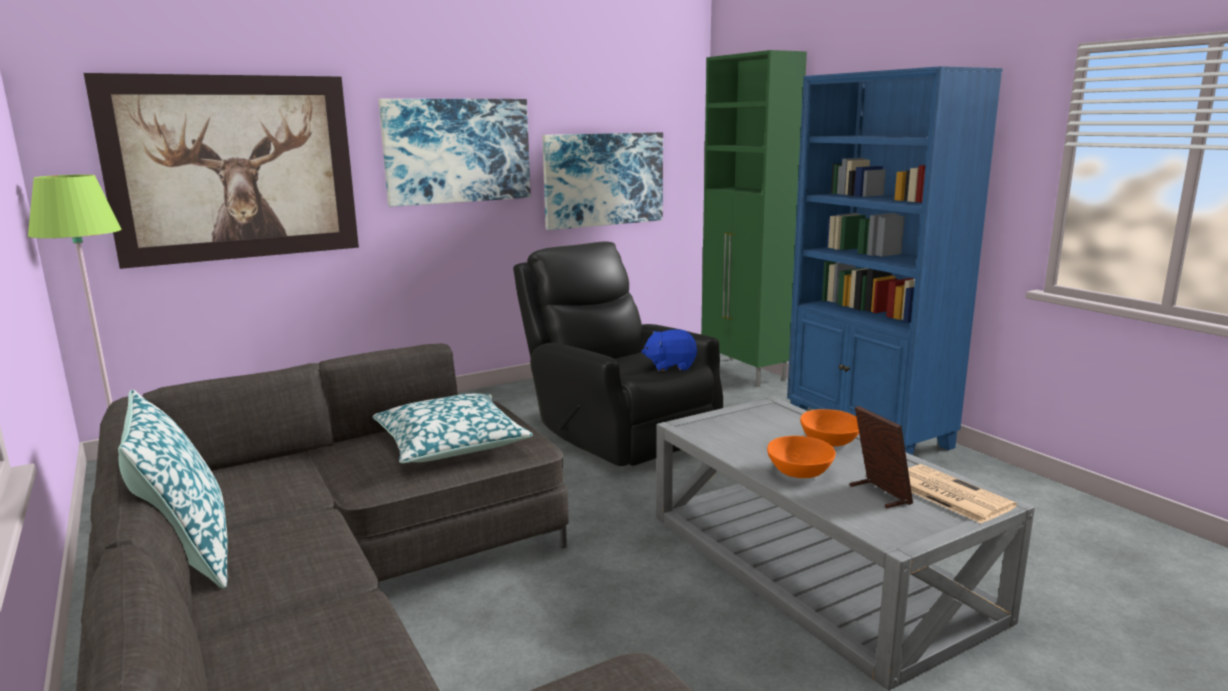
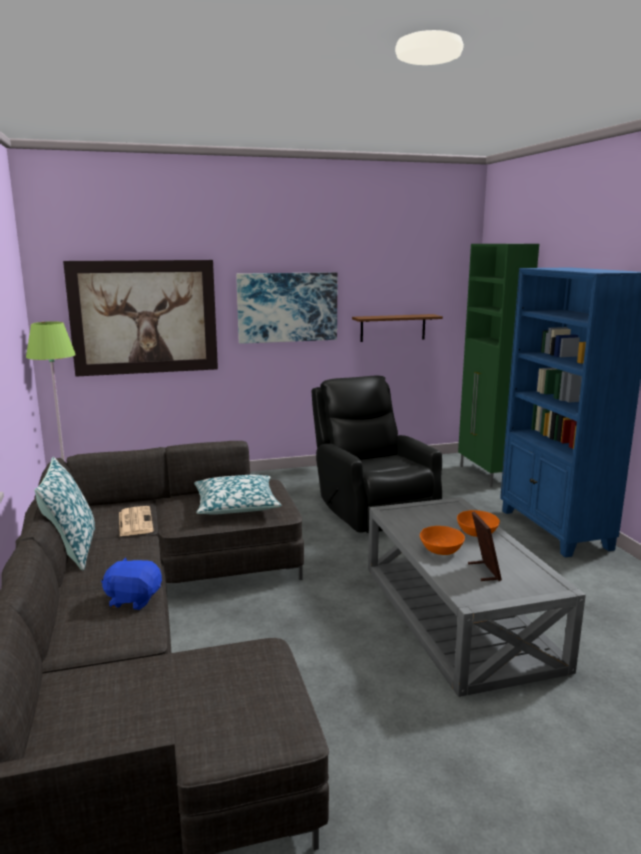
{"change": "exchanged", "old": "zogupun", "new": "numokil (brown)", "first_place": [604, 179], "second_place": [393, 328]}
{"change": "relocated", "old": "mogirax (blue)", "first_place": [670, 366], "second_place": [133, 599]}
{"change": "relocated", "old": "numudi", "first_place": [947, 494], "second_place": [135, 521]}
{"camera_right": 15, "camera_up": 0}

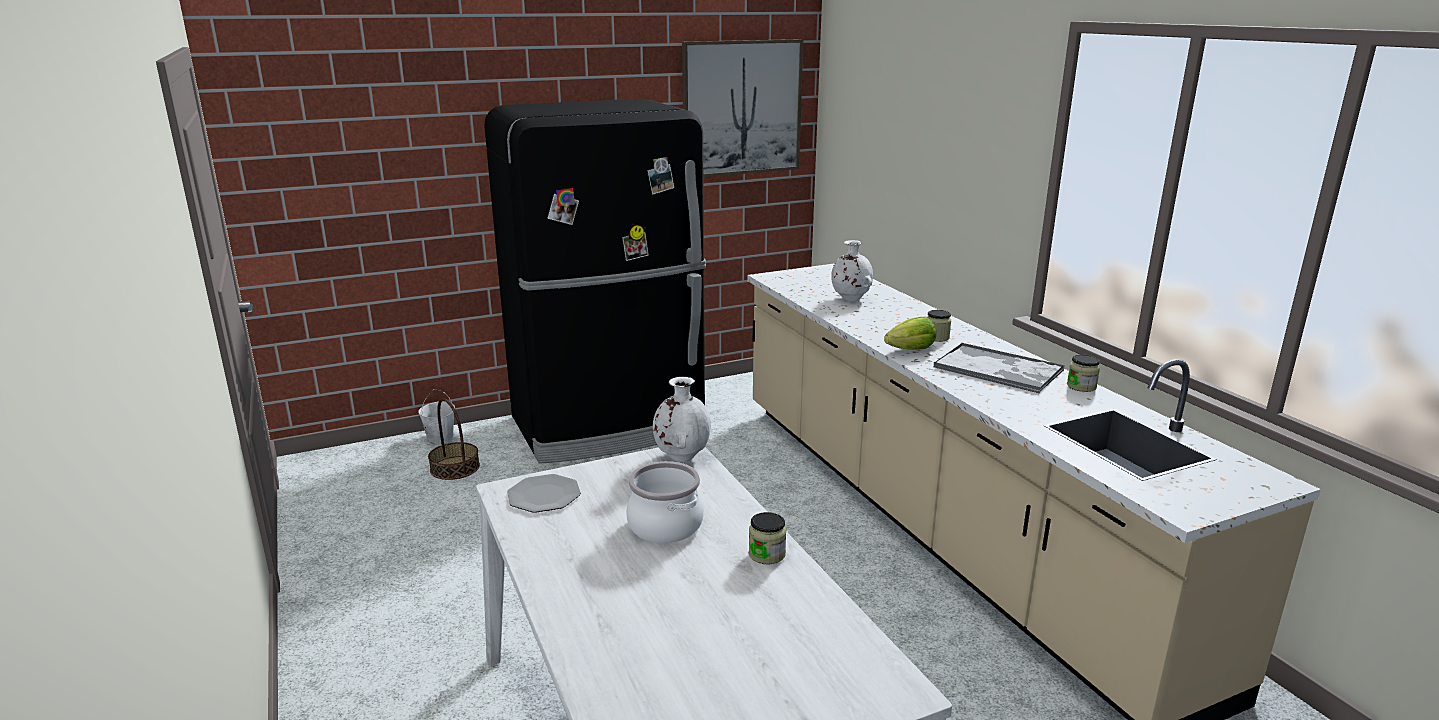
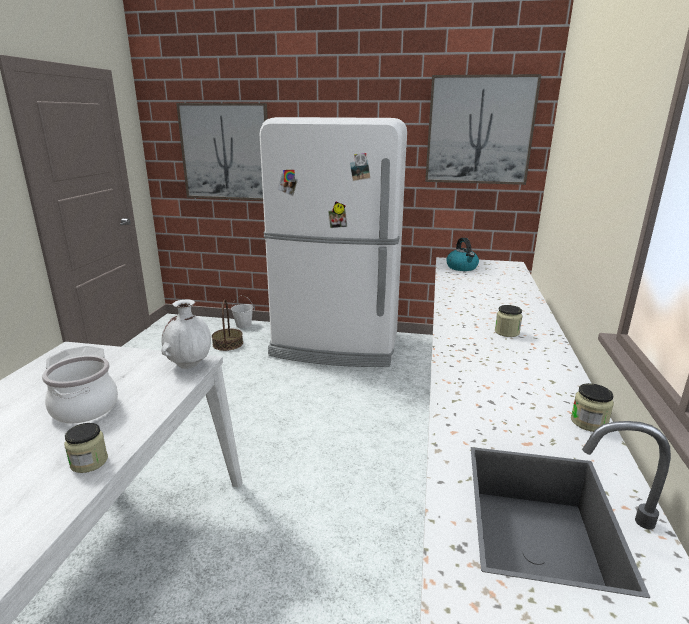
{"change": "colour", "old": "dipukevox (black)", "new": "dipukevox (white)", "first_place": [610, 425], "second_place": [336, 345]}
{"change": "missing", "old": "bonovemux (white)", "first_place": [850, 299]}
{"change": "missing", "old": "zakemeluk", "first_place": [911, 350]}
{"change": "missing", "old": "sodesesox", "first_place": [999, 369]}
{"change": "appeared", "new": "zogupun", "second_place": [225, 152]}
{"change": "appeared", "new": "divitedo", "second_place": [462, 267]}
{"camera_right": 35, "camera_up": 0}

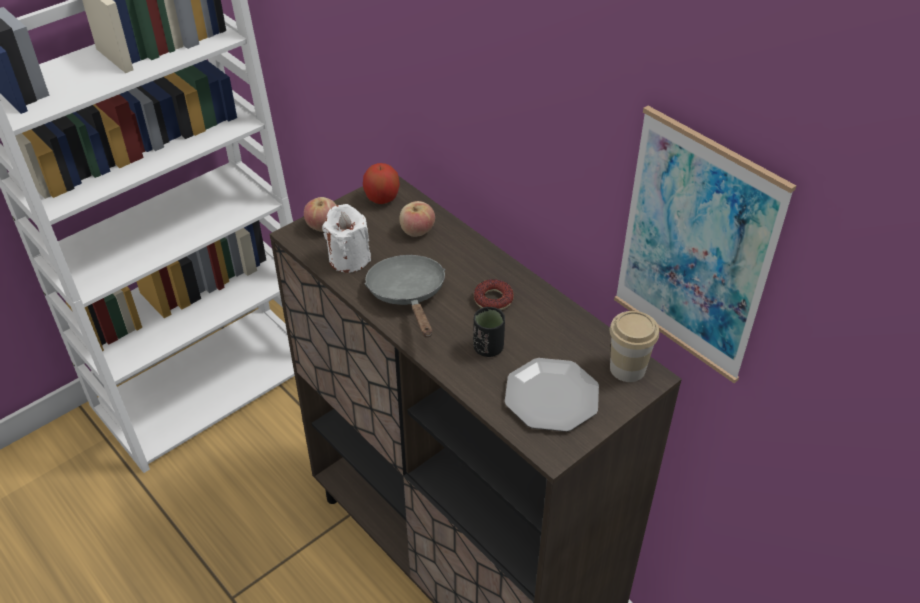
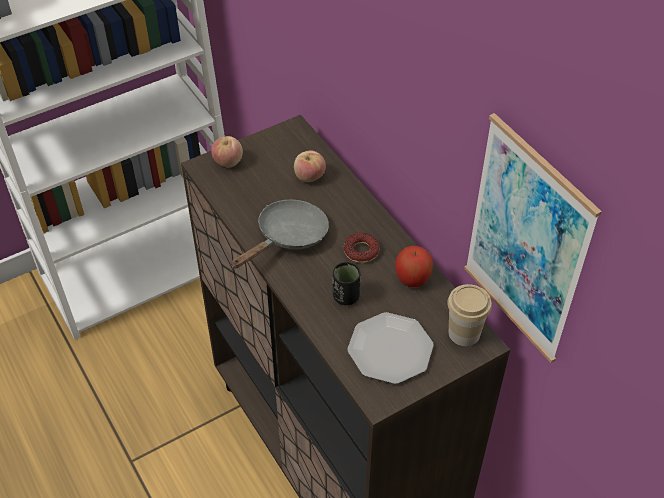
{"change": "missing", "old": "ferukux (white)", "first_place": [349, 259]}
{"change": "relocated", "old": "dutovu", "first_place": [382, 198], "second_place": [412, 278]}
{"change": "spun", "old": "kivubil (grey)", "first_place": [408, 295], "second_place": [288, 237], "degrees": 45}
{"camera_right": 10, "camera_up": 5}

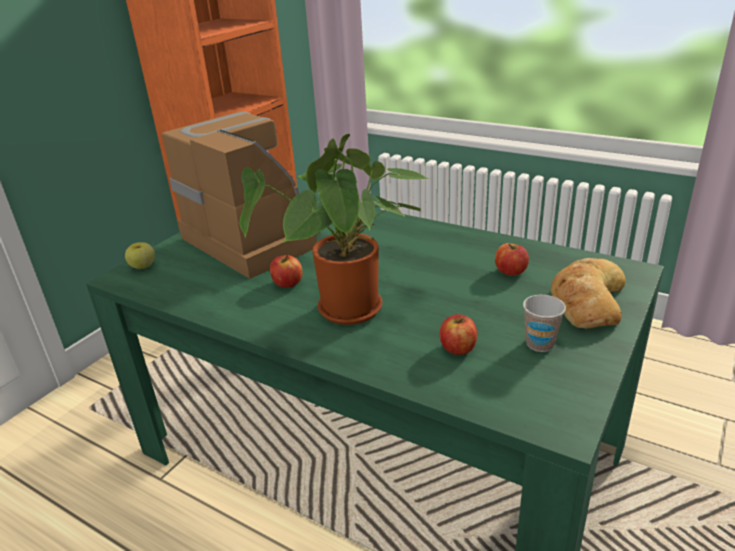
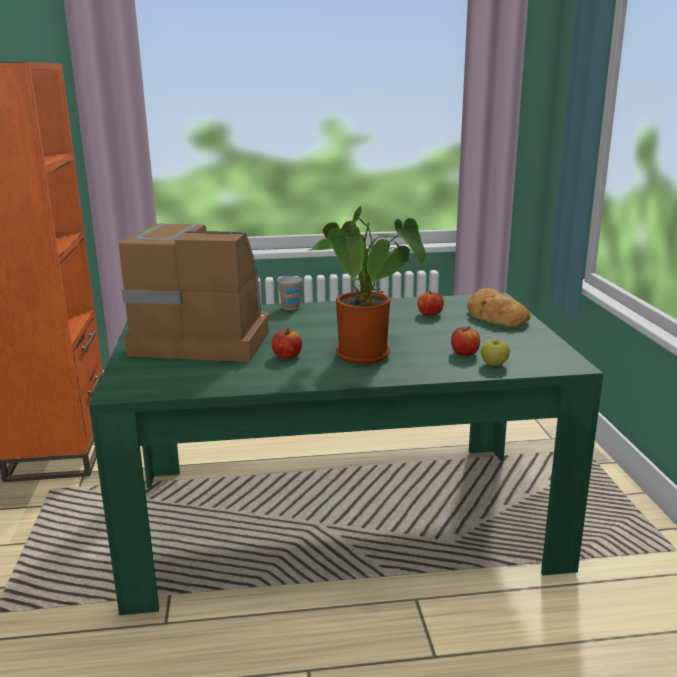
{"change": "relocated", "old": "dutovu", "first_place": [143, 266], "second_place": [494, 364]}
{"change": "relocated", "old": "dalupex", "first_place": [540, 344], "second_place": [290, 307]}
{"camera_right": -40, "camera_up": -10}

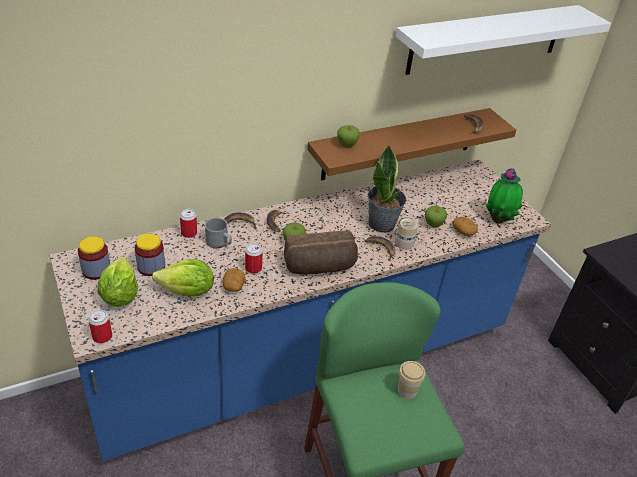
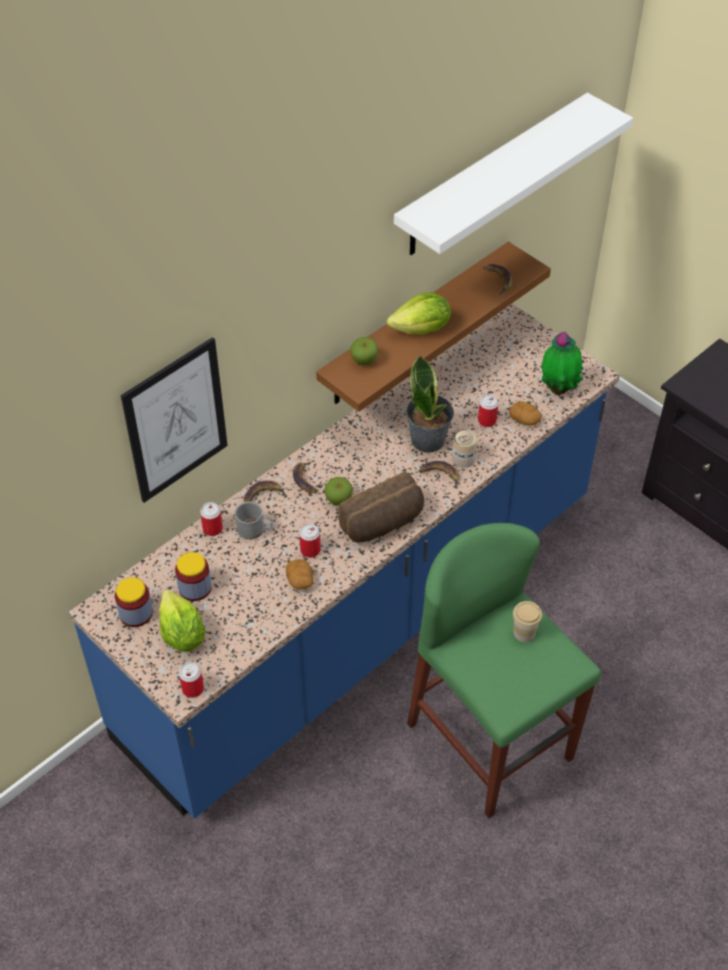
{"change": "relocated", "old": "zakemeluk", "first_place": [187, 292], "second_place": [422, 330]}
{"change": "exchanged", "old": "dutovu", "new": "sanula", "first_place": [433, 224], "second_place": [487, 421]}
{"change": "appeared", "new": "zogupun", "second_place": [176, 421]}
{"camera_right": -15, "camera_up": 10}

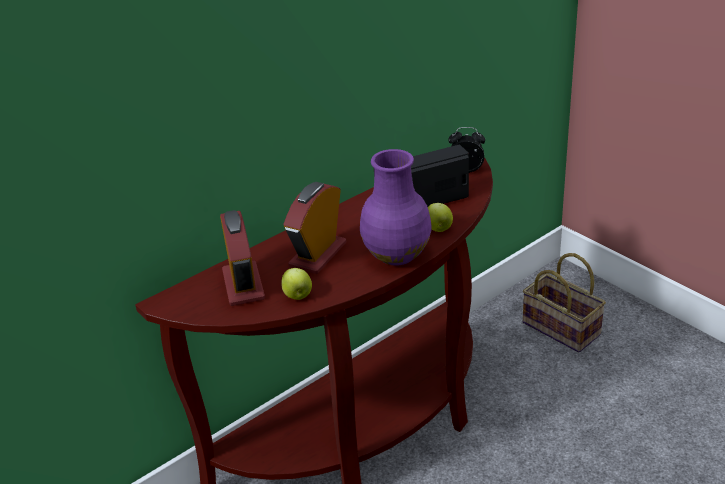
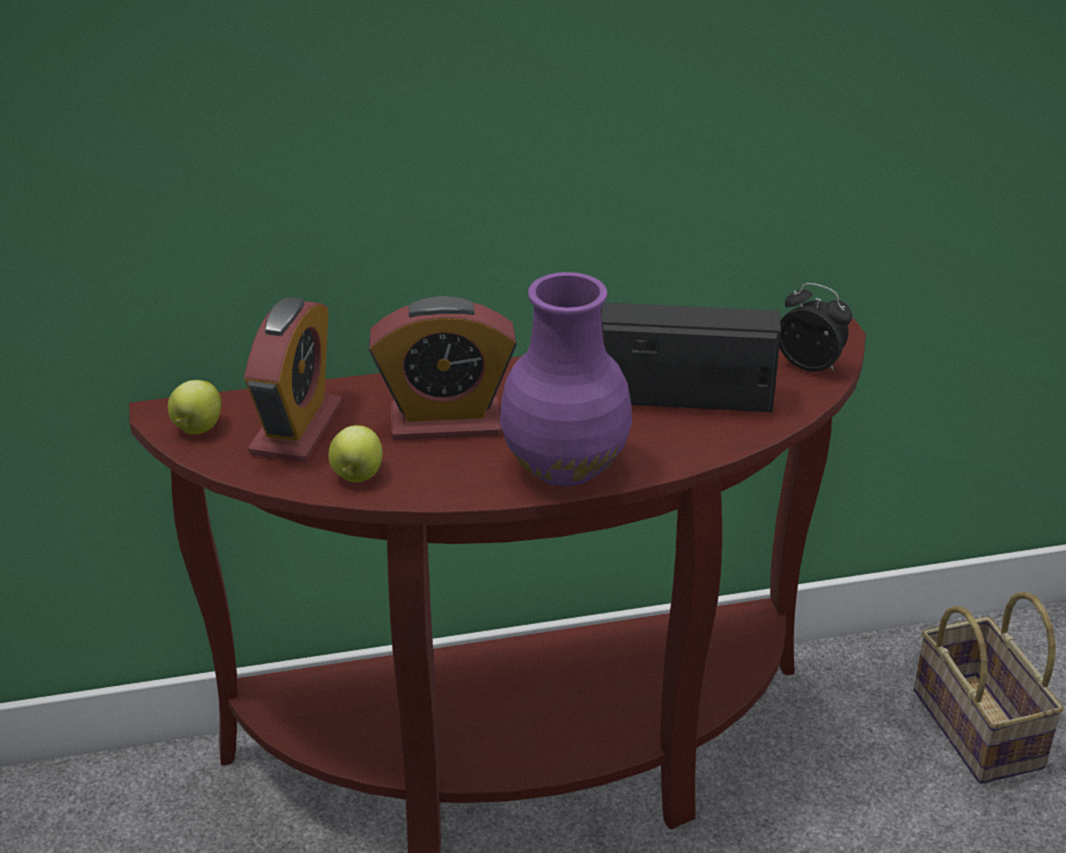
{"change": "spun", "old": "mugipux", "first_place": [318, 254], "second_place": [445, 422], "degrees": -150}
{"change": "relocated", "old": "dutovu", "first_place": [439, 229], "second_place": [197, 428]}
{"camera_right": 25, "camera_up": 0}

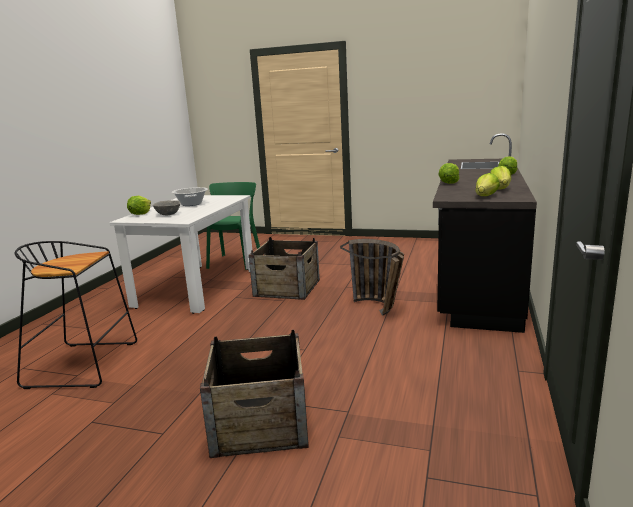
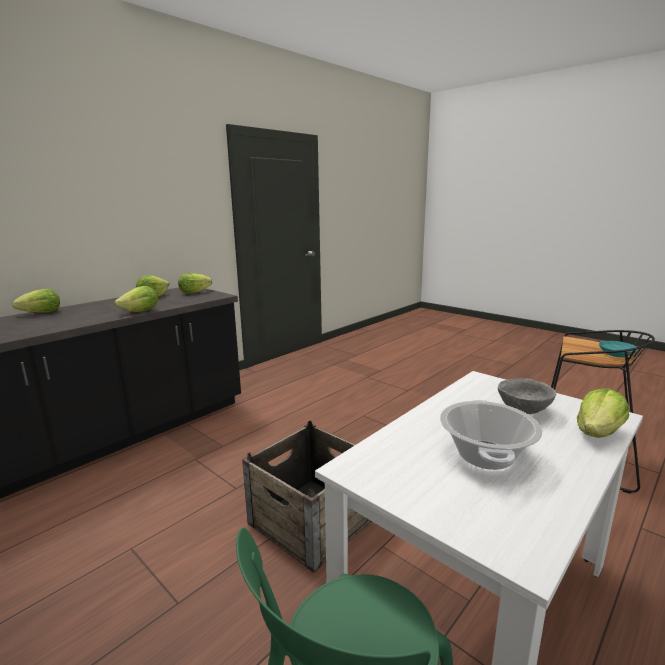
{"change": "missing", "old": "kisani", "first_place": [259, 422]}
{"change": "missing", "old": "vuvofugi", "first_place": [380, 309]}
{"change": "appeared", "new": "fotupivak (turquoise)", "second_place": [617, 354]}
{"camera_right": -155, "camera_up": 0}

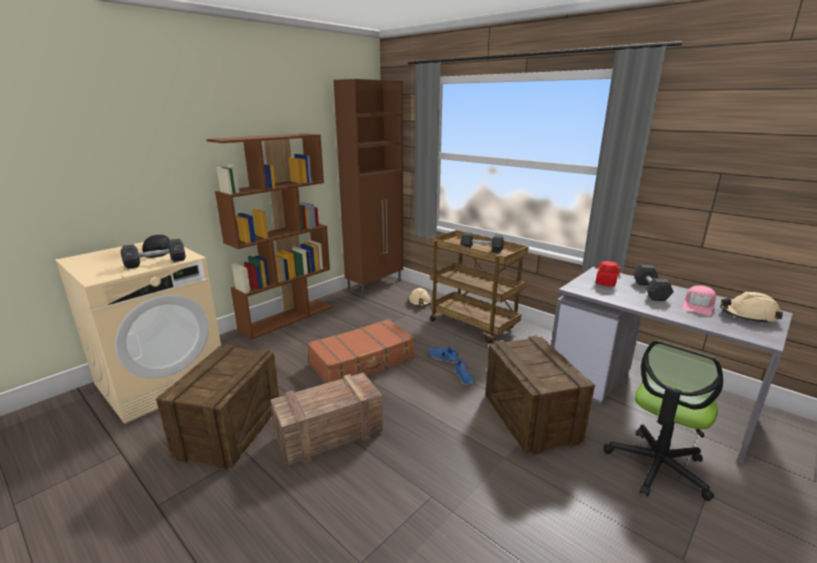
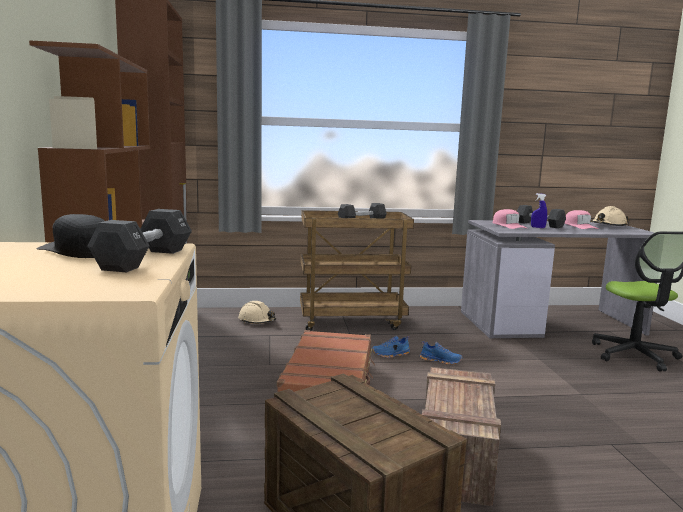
{"change": "missing", "old": "kisani", "first_place": [530, 417]}
{"change": "exchanged", "old": "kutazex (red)", "new": "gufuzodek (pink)", "first_place": [605, 283], "second_place": [508, 225]}
{"change": "appeared", "new": "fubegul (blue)", "second_place": [538, 227]}
{"camera_right": -50, "camera_up": -10}

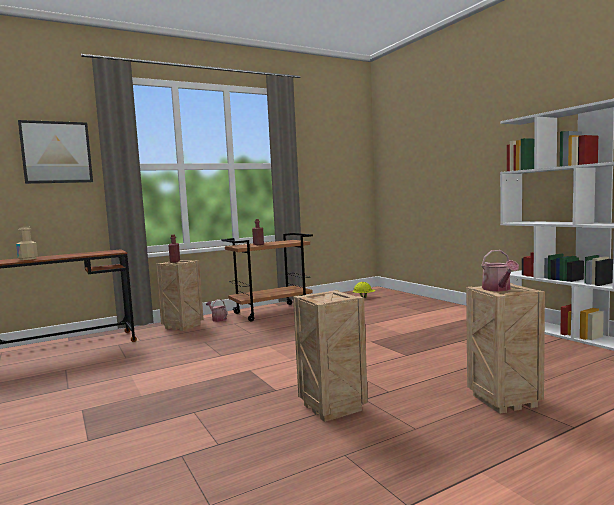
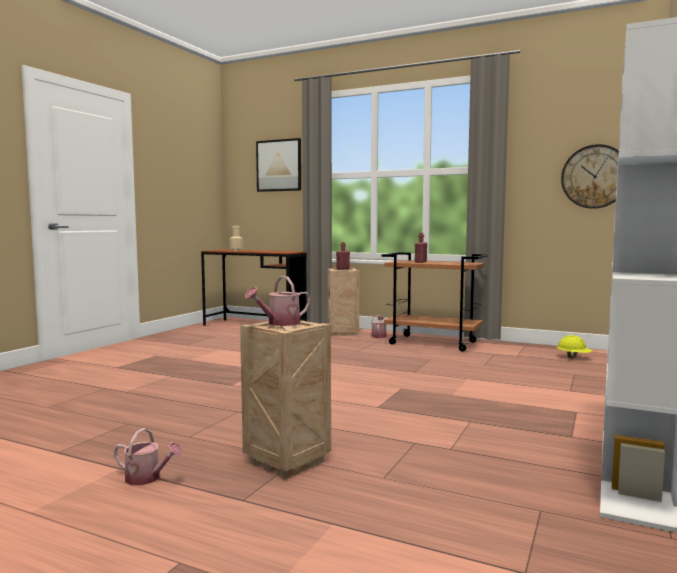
{"change": "missing", "old": "kisani", "first_place": [331, 407]}
{"change": "appeared", "new": "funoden", "second_place": [147, 478]}
{"change": "appeared", "new": "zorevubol", "second_place": [595, 176]}
{"camera_right": 55, "camera_up": 0}

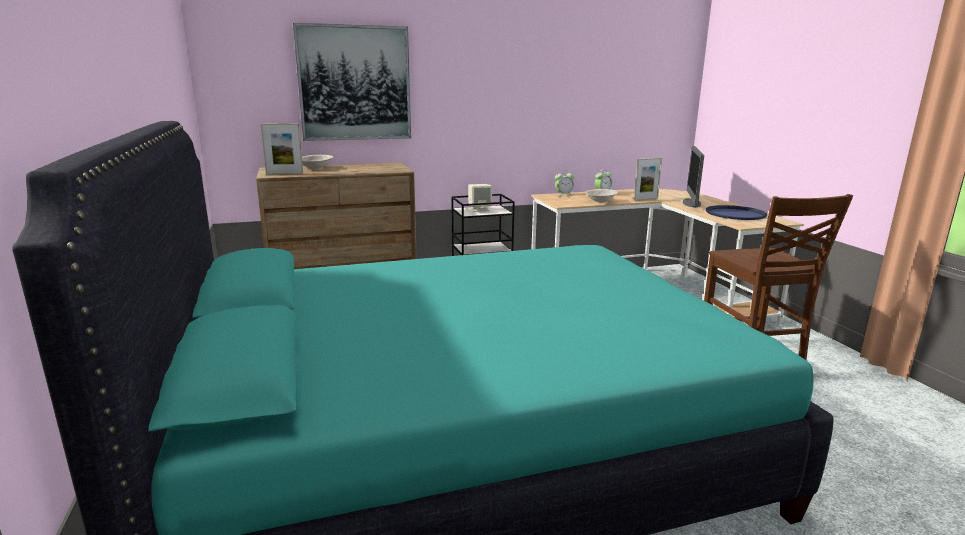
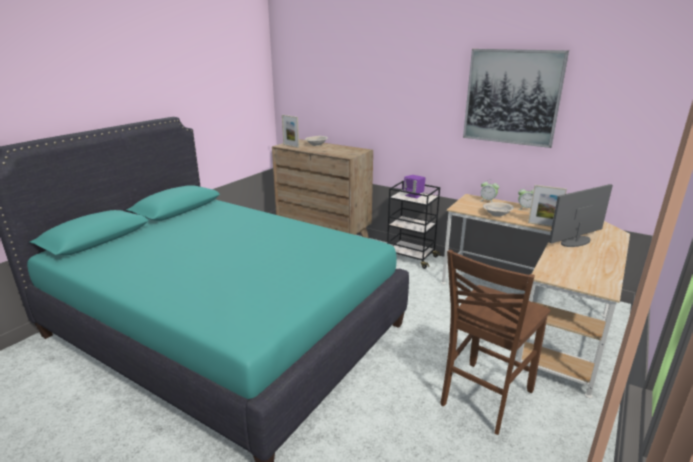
{"change": "relocated", "old": "zogupun", "first_place": [354, 83], "second_place": [512, 97]}
{"change": "colour", "old": "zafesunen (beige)", "new": "zafesunen (purple)", "first_place": [479, 209], "second_place": [413, 195]}
{"change": "missing", "old": "sodesesox (blue)", "first_place": [735, 214]}
{"camera_right": 50, "camera_up": 5}

